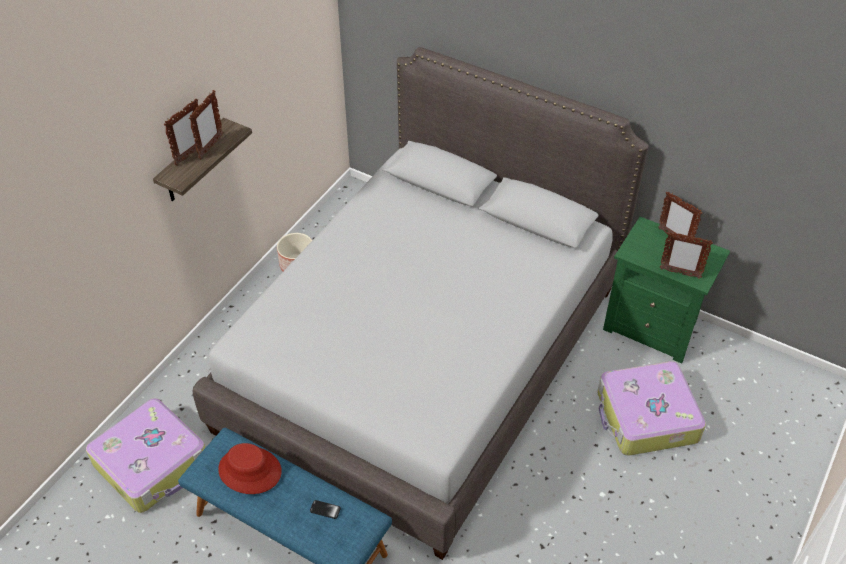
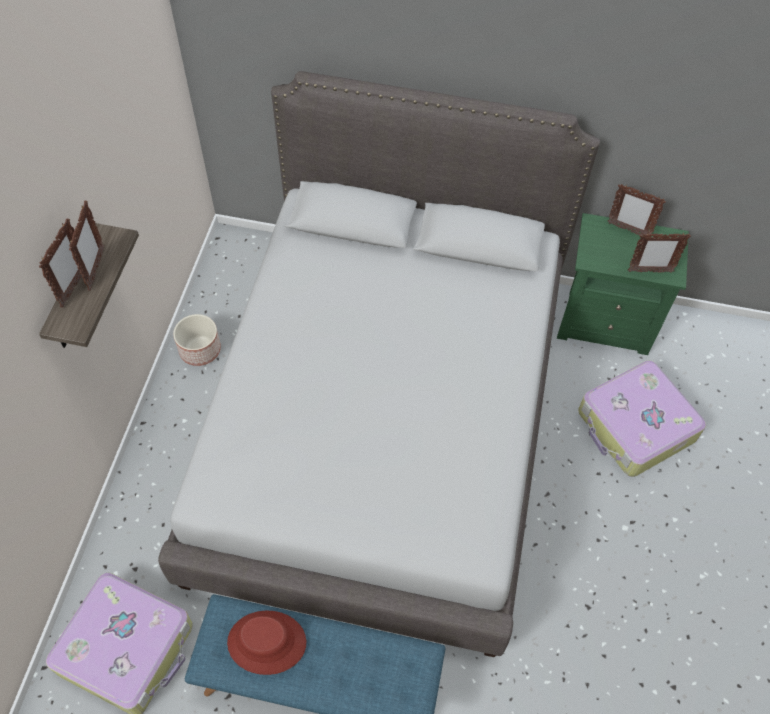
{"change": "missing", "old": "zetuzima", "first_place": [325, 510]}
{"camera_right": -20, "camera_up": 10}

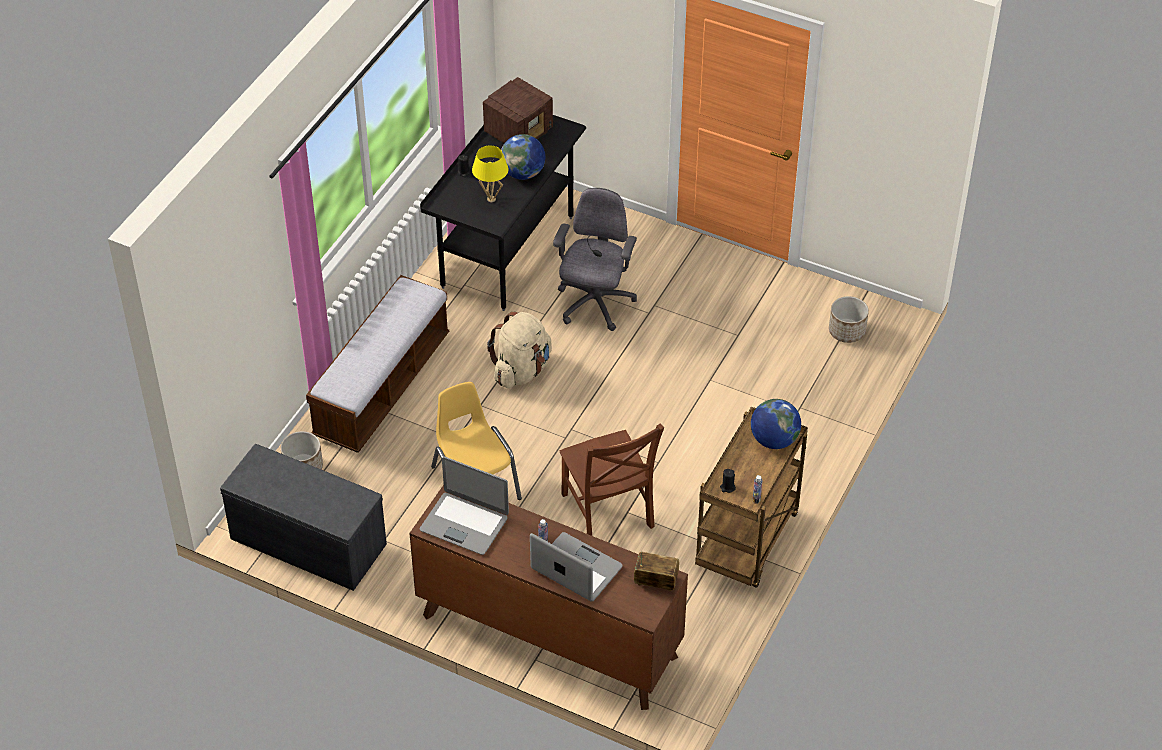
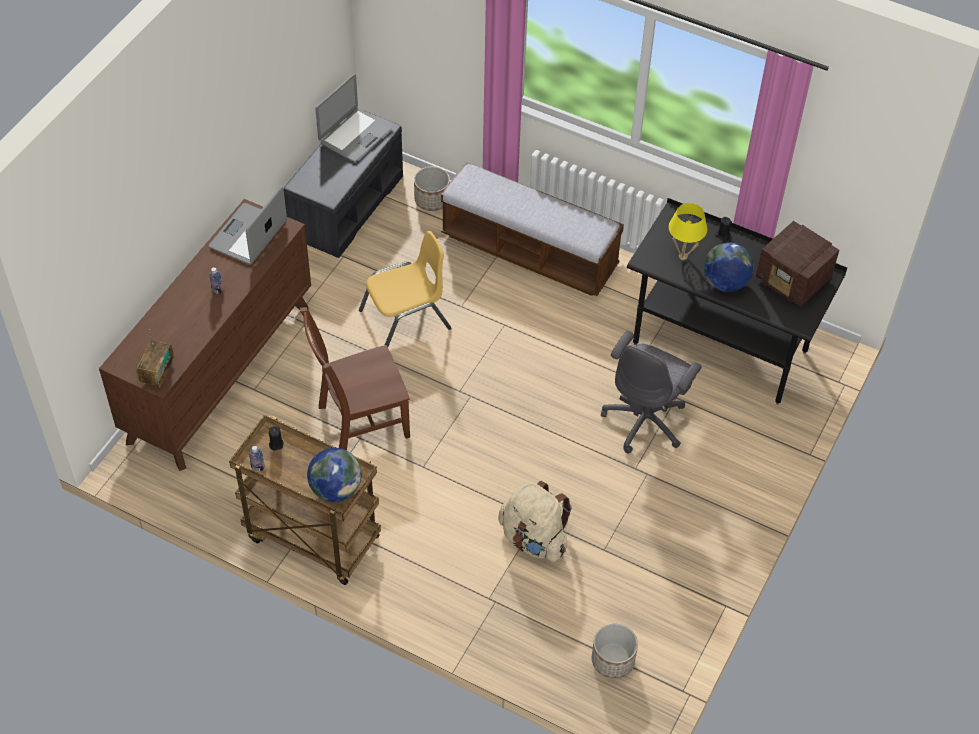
{"change": "relocated", "old": "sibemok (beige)", "first_place": [521, 370], "second_place": [533, 539]}
{"change": "relocated", "old": "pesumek", "first_place": [576, 569], "second_place": [355, 135]}
{"change": "spun", "old": "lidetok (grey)", "first_place": [594, 304], "second_place": [645, 420], "degrees": 105}
{"camera_right": 90, "camera_up": 5}

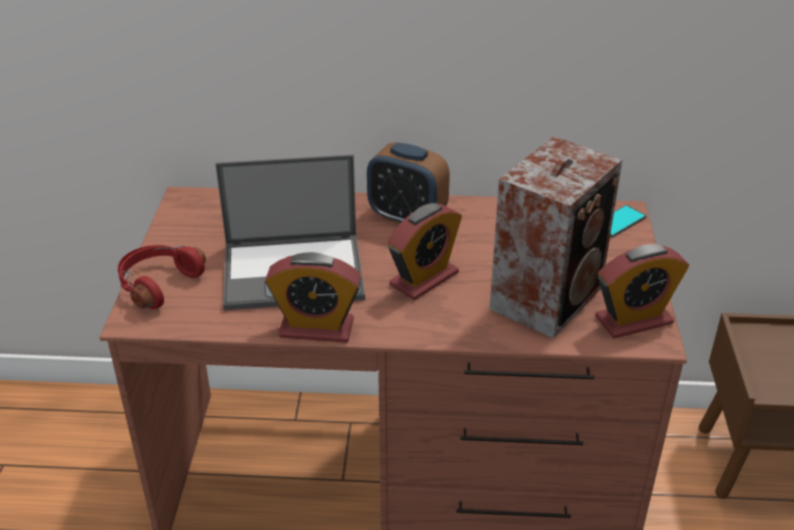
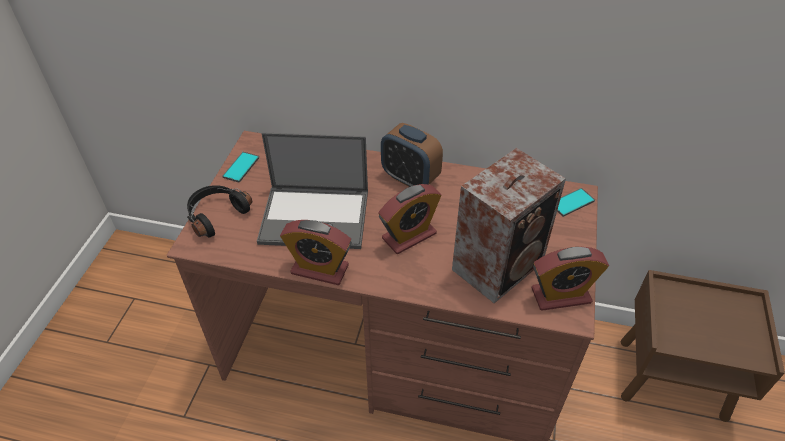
{"change": "colour", "old": "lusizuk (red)", "new": "lusizuk (black)", "first_place": [157, 283], "second_place": [216, 215]}
{"change": "appeared", "new": "zetuzima", "second_place": [241, 167]}
{"camera_right": 10, "camera_up": 10}

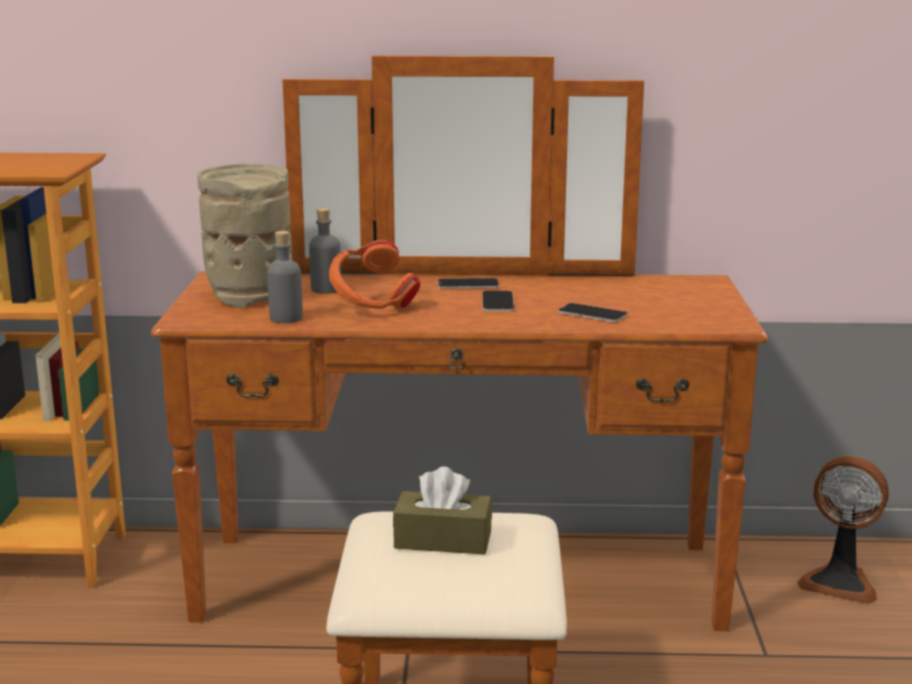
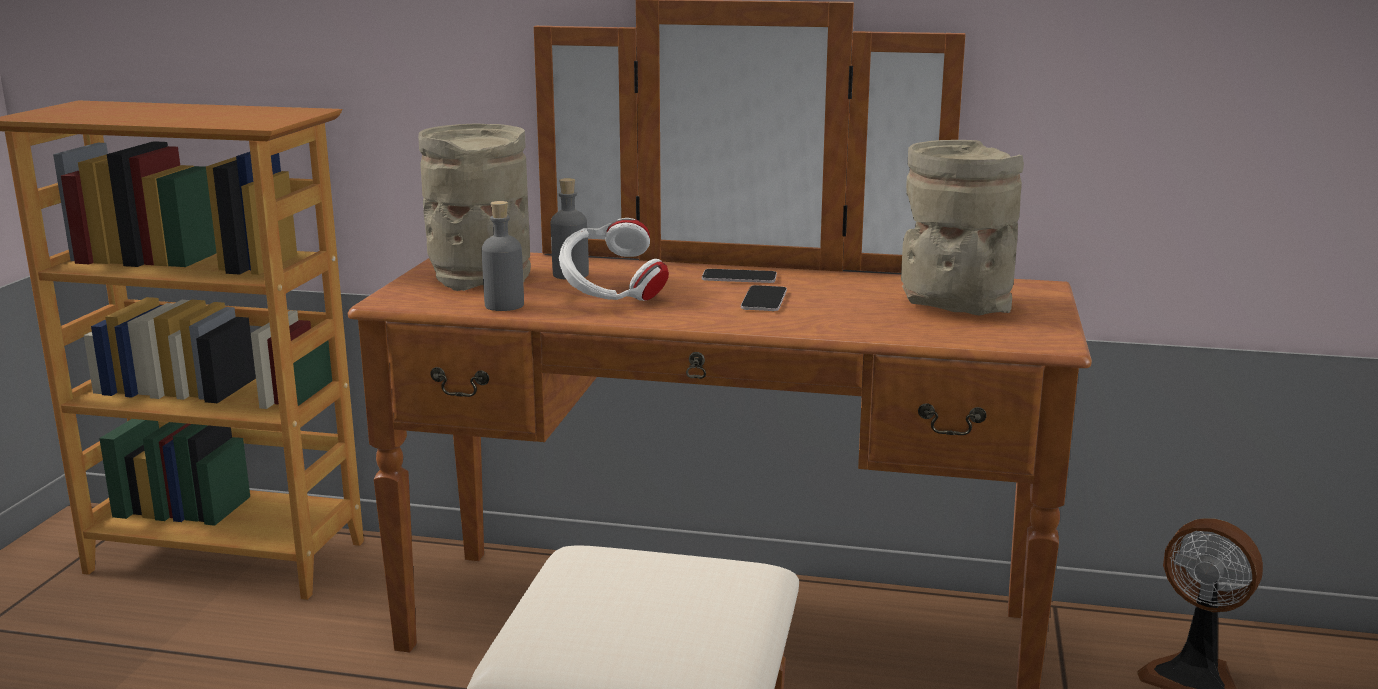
{"change": "colour", "old": "lusizuk (orange)", "new": "lusizuk (white)", "first_place": [372, 307], "second_place": [611, 298]}
{"change": "missing", "old": "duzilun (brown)", "first_place": [443, 540]}
{"change": "missing", "old": "zetuzima", "first_place": [592, 314]}
{"change": "appeared", "new": "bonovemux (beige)", "second_place": [953, 305]}
{"camera_right": 10, "camera_up": 0}

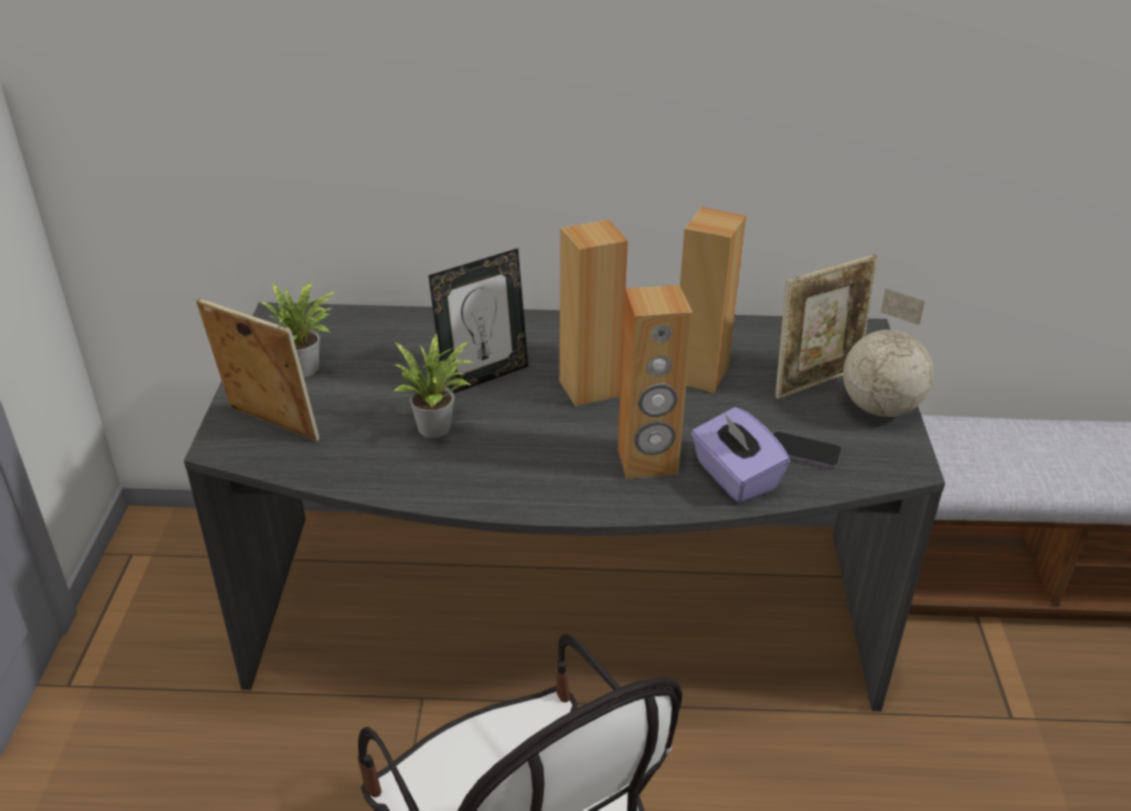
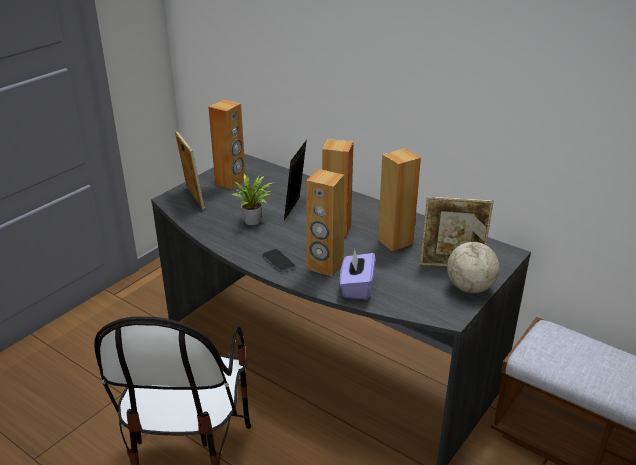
{"change": "exchanged", "old": "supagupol", "new": "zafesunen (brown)", "first_place": [307, 368], "second_place": [231, 182]}
{"change": "spun", "old": "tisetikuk", "first_place": [483, 377], "second_place": [295, 209], "degrees": 105}
{"change": "relocated", "old": "zetuzima", "first_place": [803, 452], "second_place": [278, 261]}
{"camera_right": 35, "camera_up": -5}

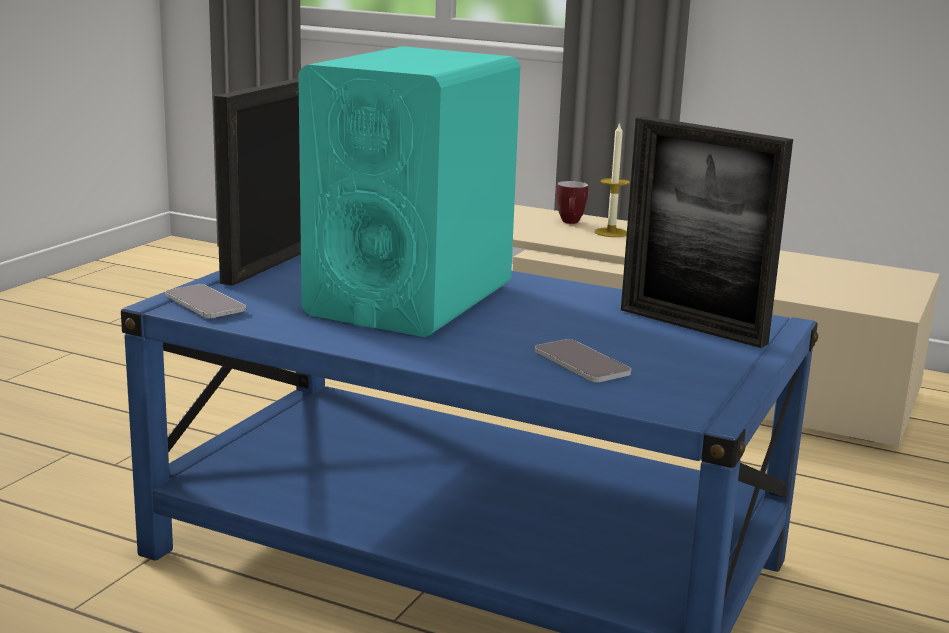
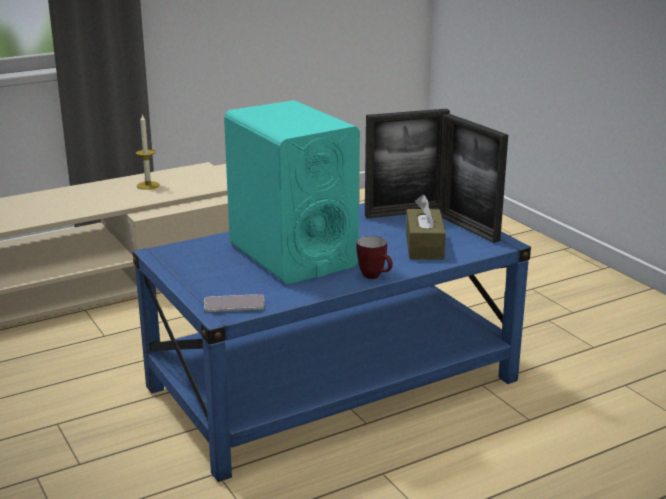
{"change": "relocated", "old": "tisetikuk", "first_place": [266, 266], "second_place": [468, 228]}
{"change": "exchanged", "old": "zetuzima", "new": "duzilun (brown)", "first_place": [581, 363], "second_place": [424, 246]}
{"change": "relocated", "old": "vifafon", "first_place": [571, 223], "second_place": [375, 277]}
{"camera_right": -55, "camera_up": 5}

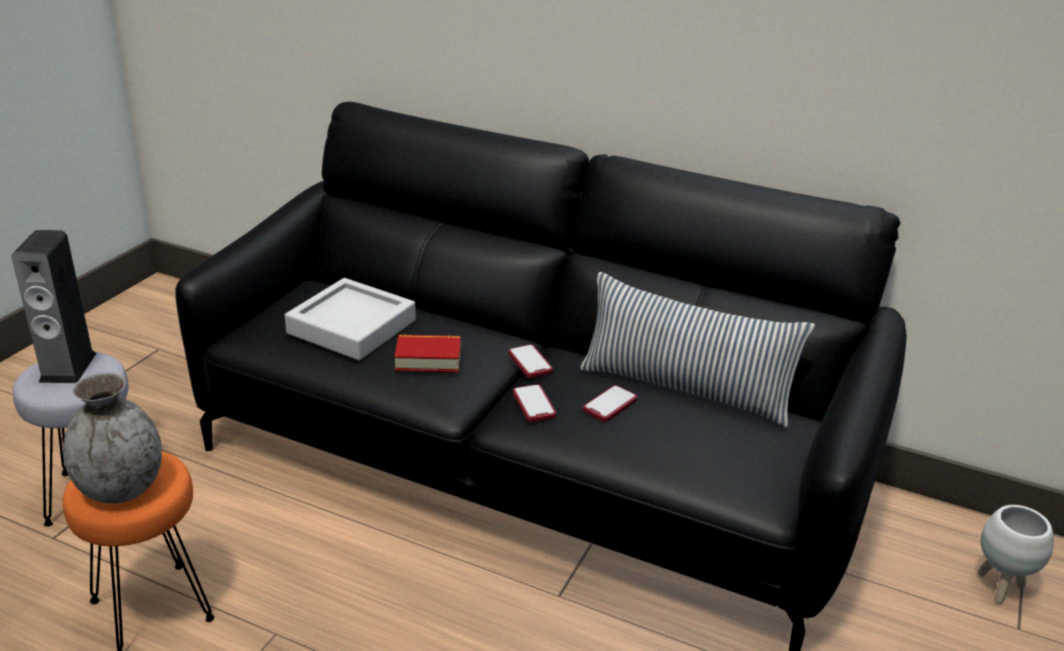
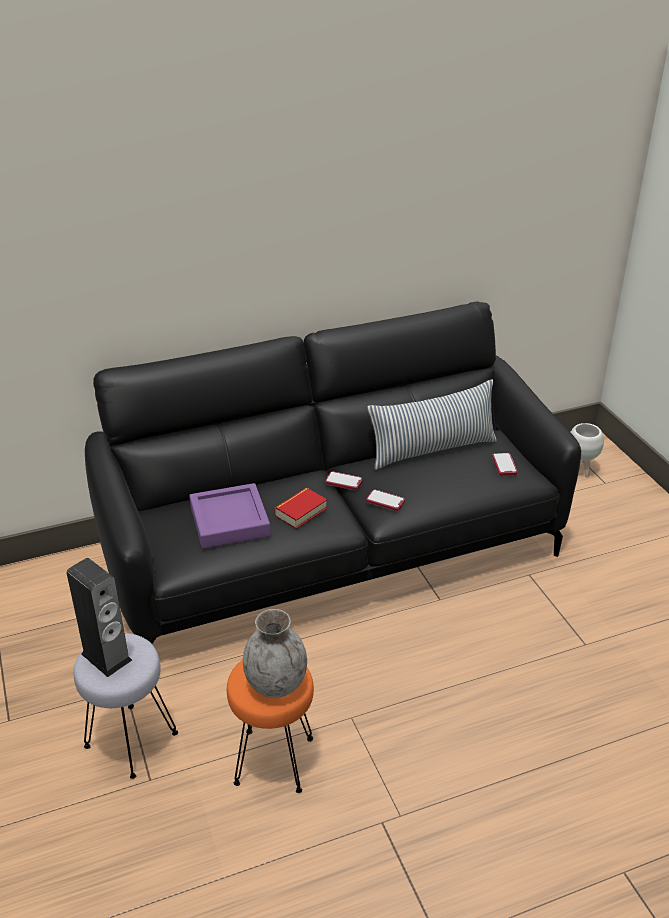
{"change": "colour", "old": "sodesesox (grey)", "new": "sodesesox (purple)", "first_place": [352, 327], "second_place": [229, 521]}
{"change": "relocated", "old": "zetuzima", "first_place": [610, 405], "second_place": [504, 465]}
{"camera_right": -45, "camera_up": 5}

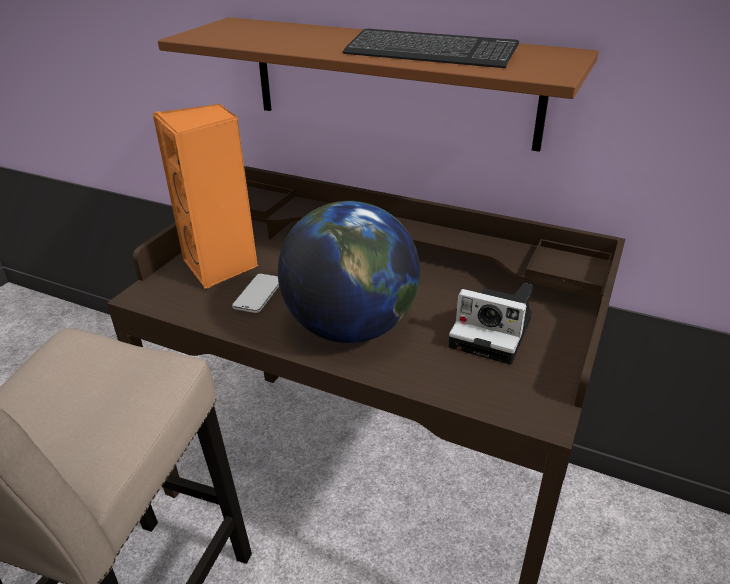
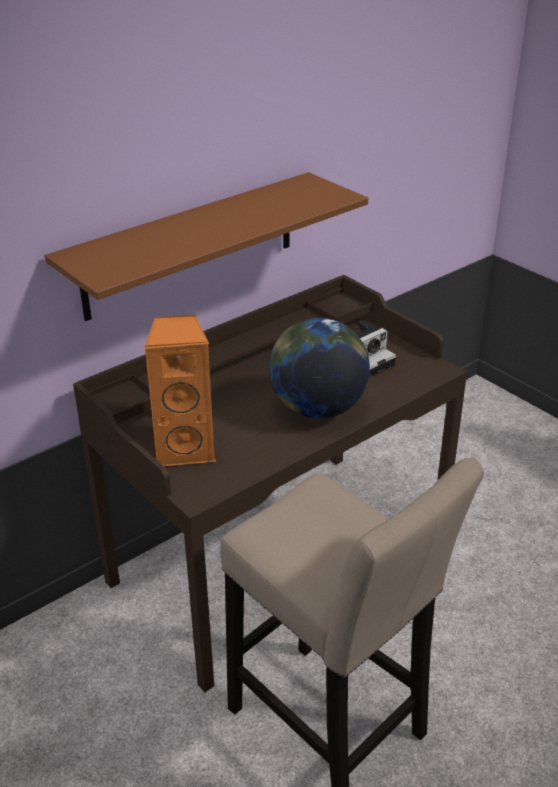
{"change": "missing", "old": "zetuzima", "first_place": [258, 294]}
{"change": "missing", "old": "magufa", "first_place": [429, 53]}
{"camera_right": -65, "camera_up": 0}

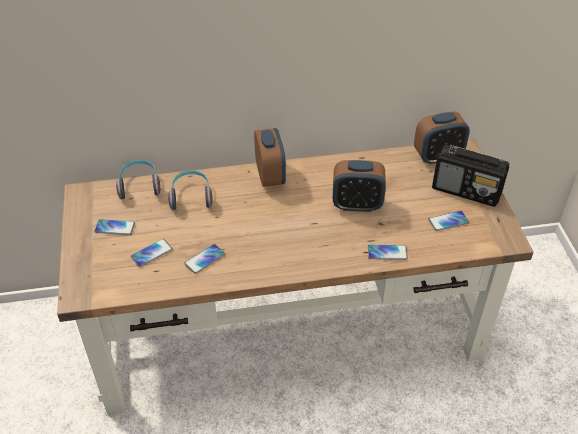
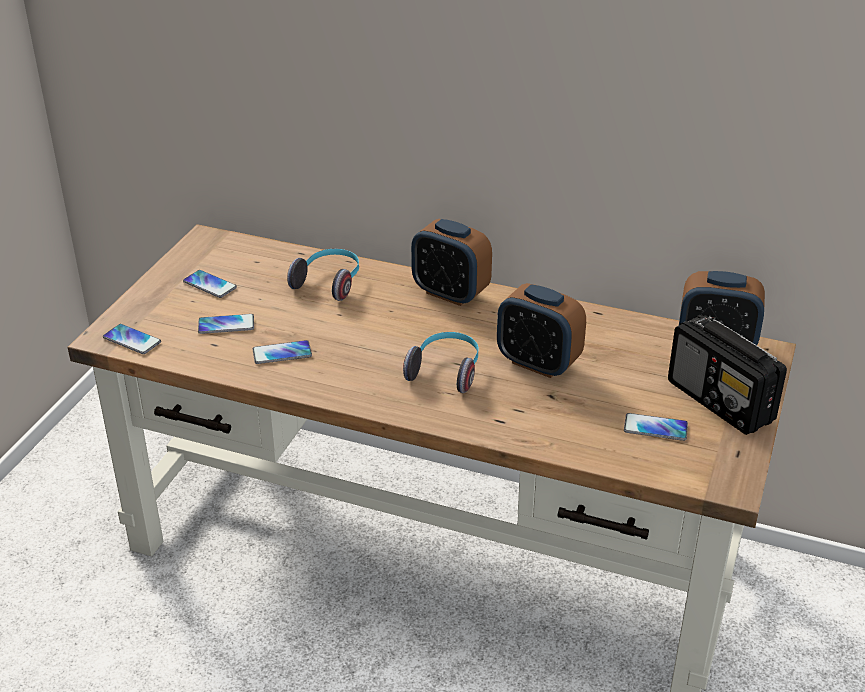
{"change": "relocated", "old": "lusizuk", "first_place": [139, 185], "second_place": [446, 371]}
{"change": "spun", "old": "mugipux", "first_place": [270, 176], "second_place": [450, 293], "degrees": 105}
{"change": "relocated", "old": "zetuzima", "first_place": [387, 253], "second_place": [132, 340]}
{"camera_right": 30, "camera_up": -10}

